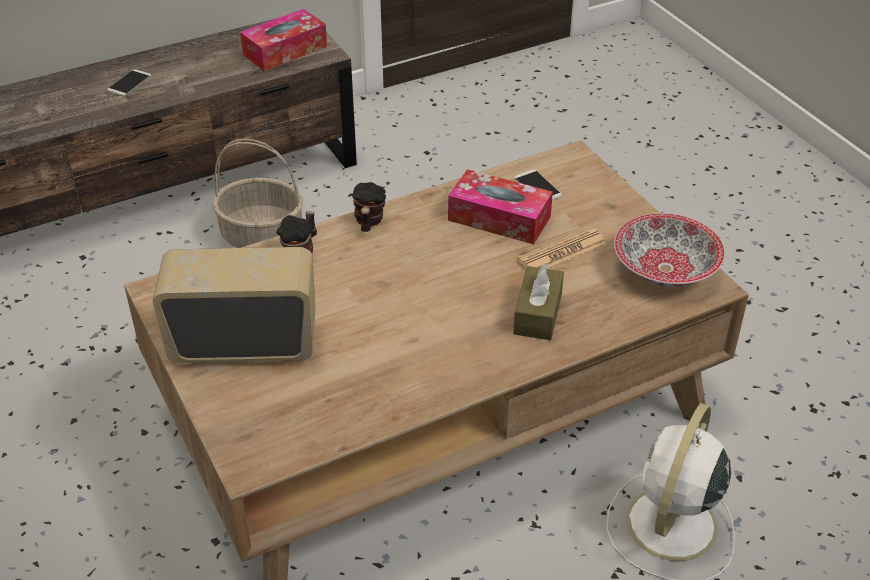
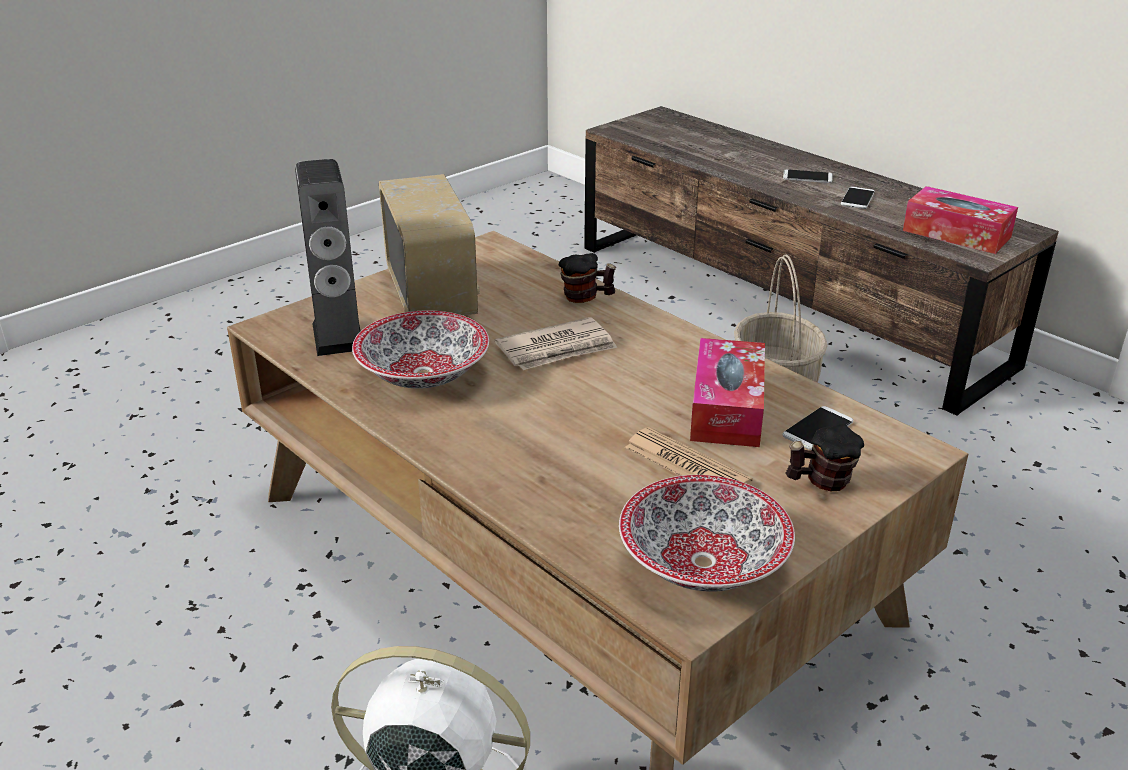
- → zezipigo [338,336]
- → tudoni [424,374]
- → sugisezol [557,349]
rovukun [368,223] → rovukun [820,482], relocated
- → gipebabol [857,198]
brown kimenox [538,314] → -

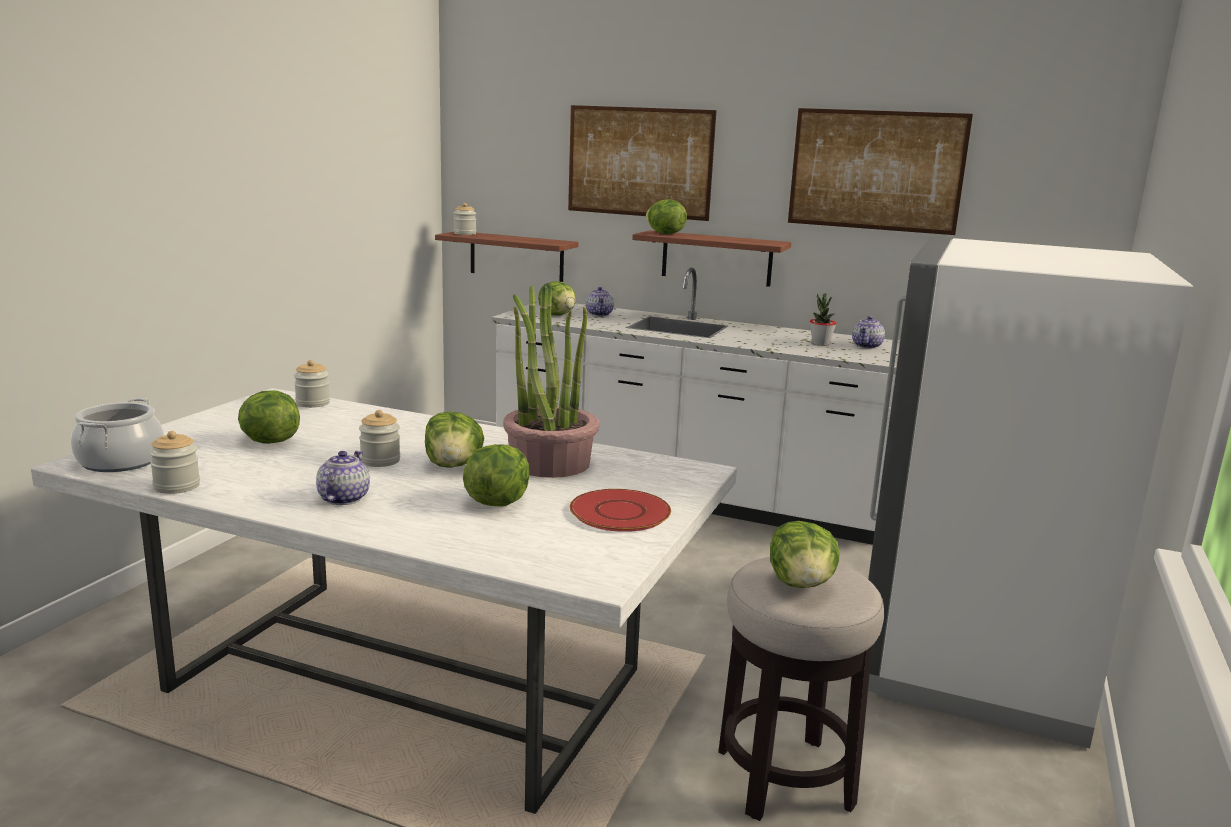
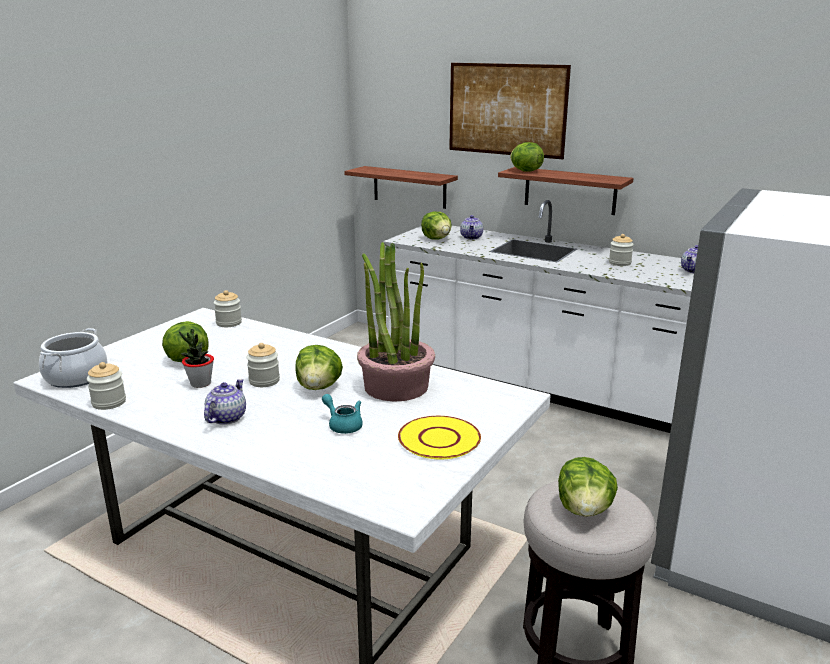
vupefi [820,344] → vupefi [200,384], relocated
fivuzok [496,502] → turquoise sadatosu [343,425]
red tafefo [620,512] → yellow tafefo [439,439]
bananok [465,233] → bananok [619,263], relocated
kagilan [876,170] → -

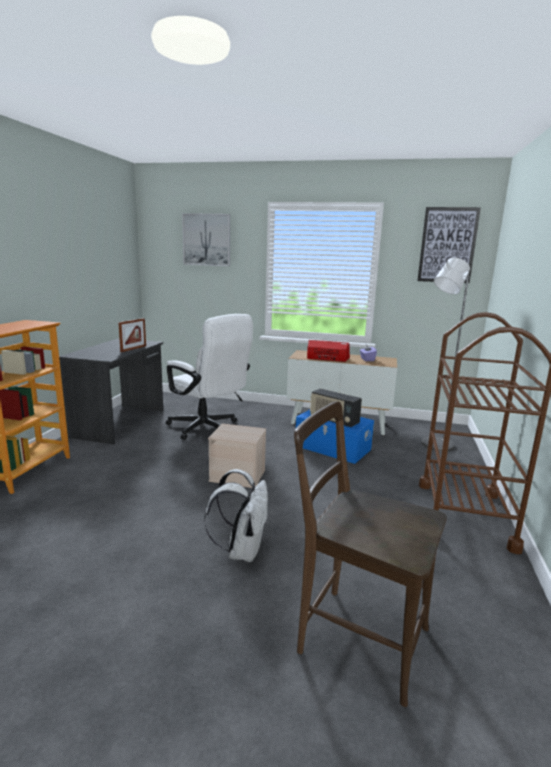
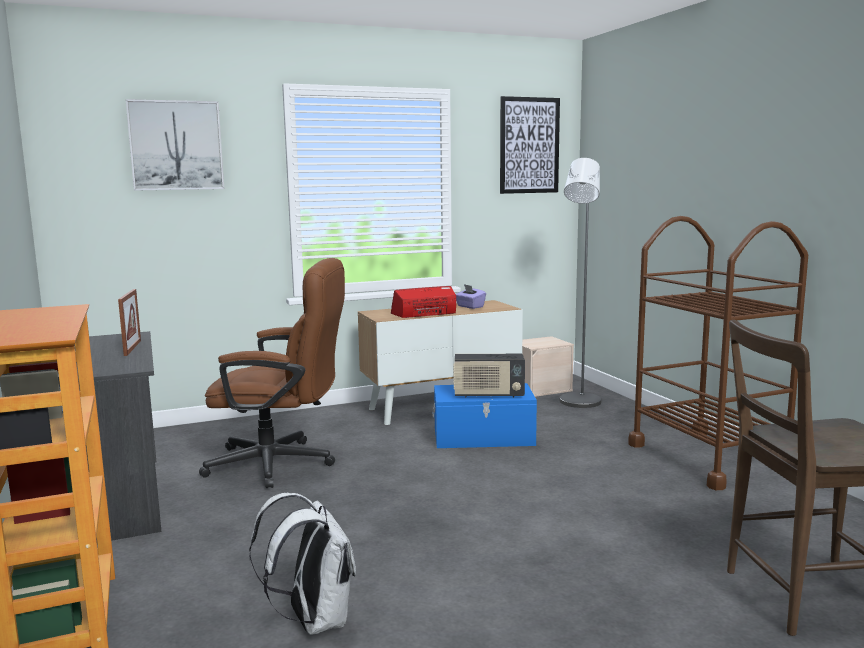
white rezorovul [208,429] → brown rezorovul [282,464]
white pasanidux [242,550] → white pasanidux [313,620], relocated
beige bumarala [238,475] → beige bumarala [541,388], relocated

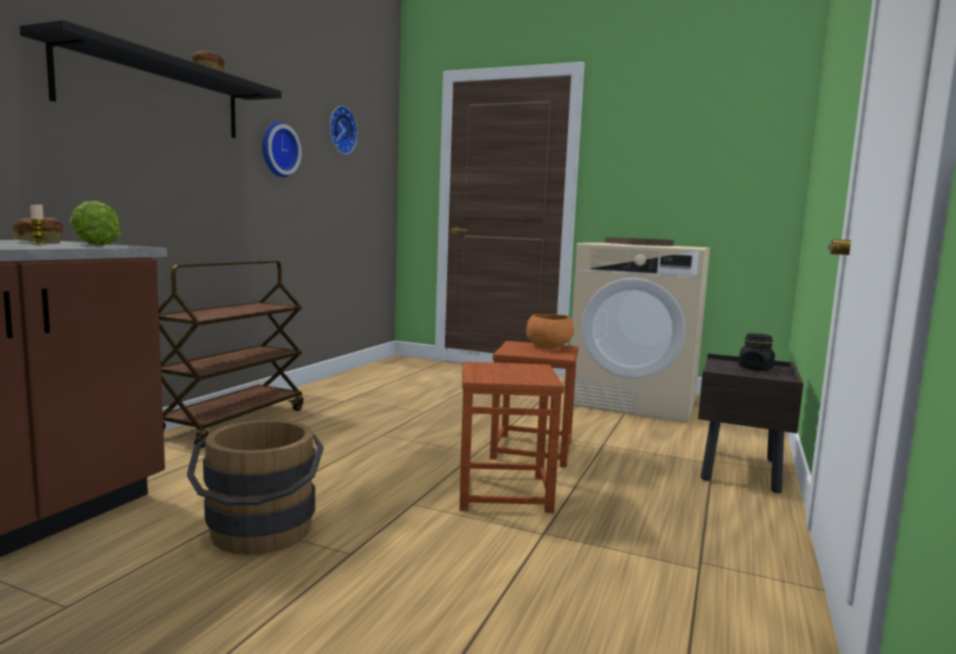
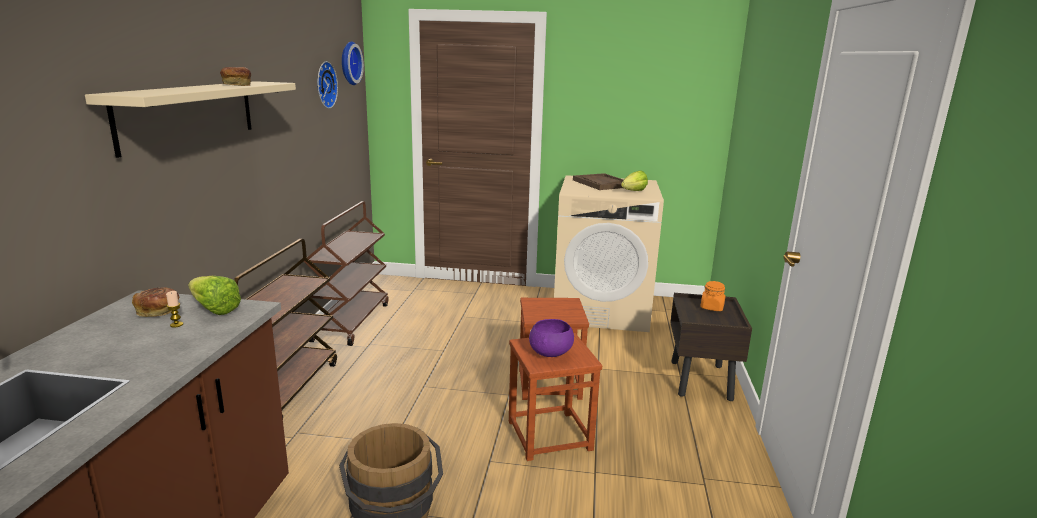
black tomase [155,94] → beige tomase [189,114]
- → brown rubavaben [351,321]
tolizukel [277,149] → tolizukel [348,63], relocated
- → purple tudoni [550,354]
- → fivuzok [631,192]
black bananok [755,368] → orange bananok [712,307]
orange tudoni [549,347] → -

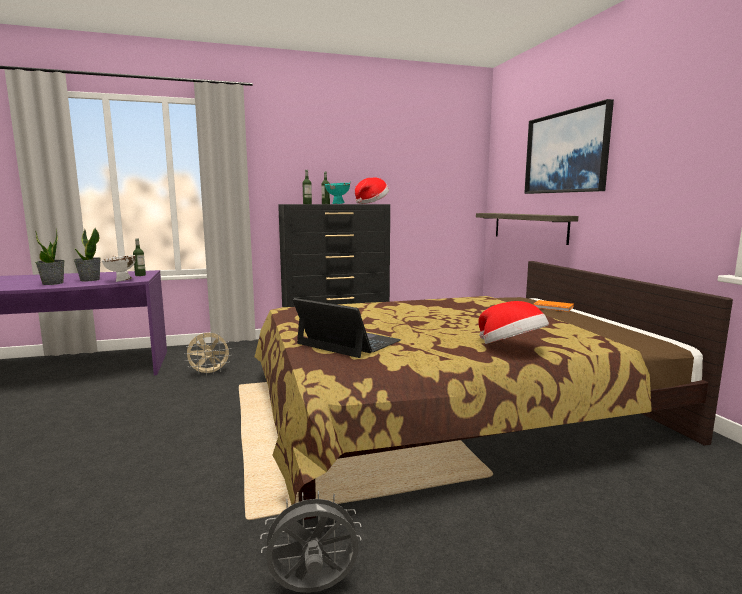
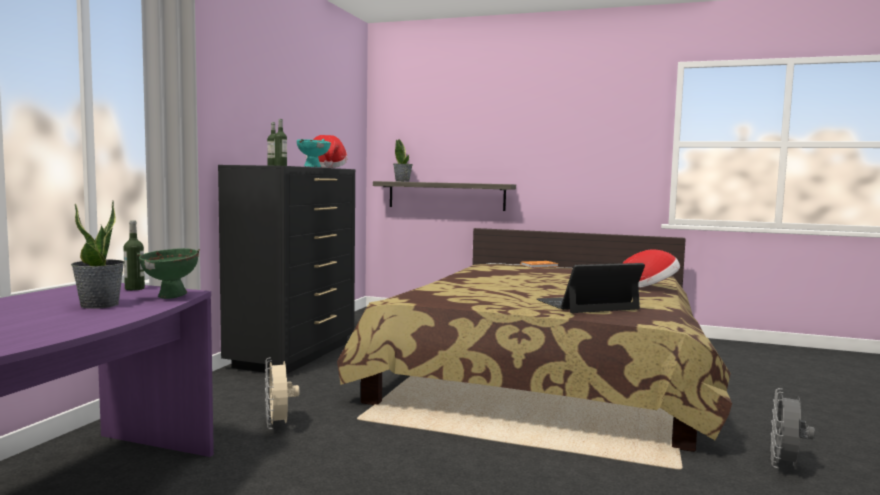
white tudoni [121,281] → green tudoni [171,297]
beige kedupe [209,373] → beige kedupe [278,425], 150 degrees clockwise
vupefi [53,283] → vupefi [402,181], relocated
kagilan [566,152] → -

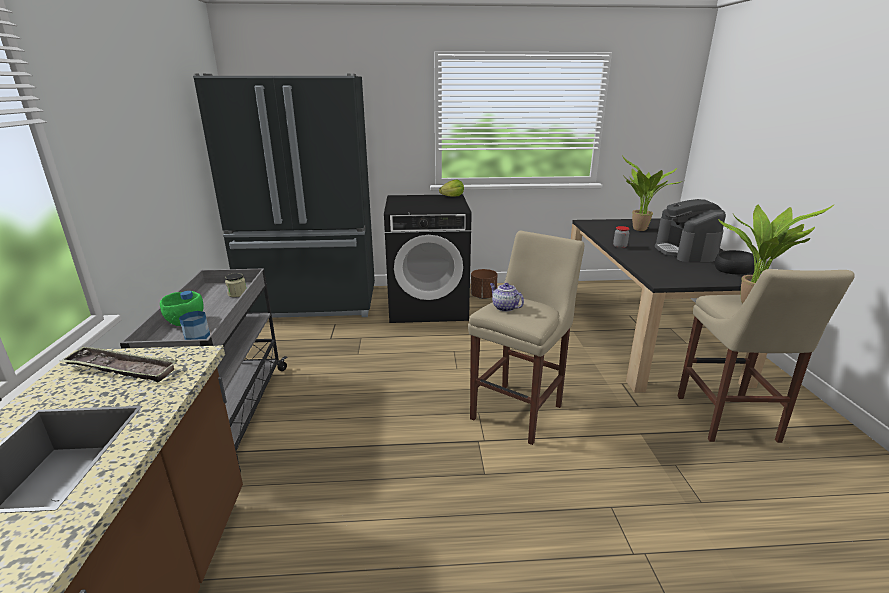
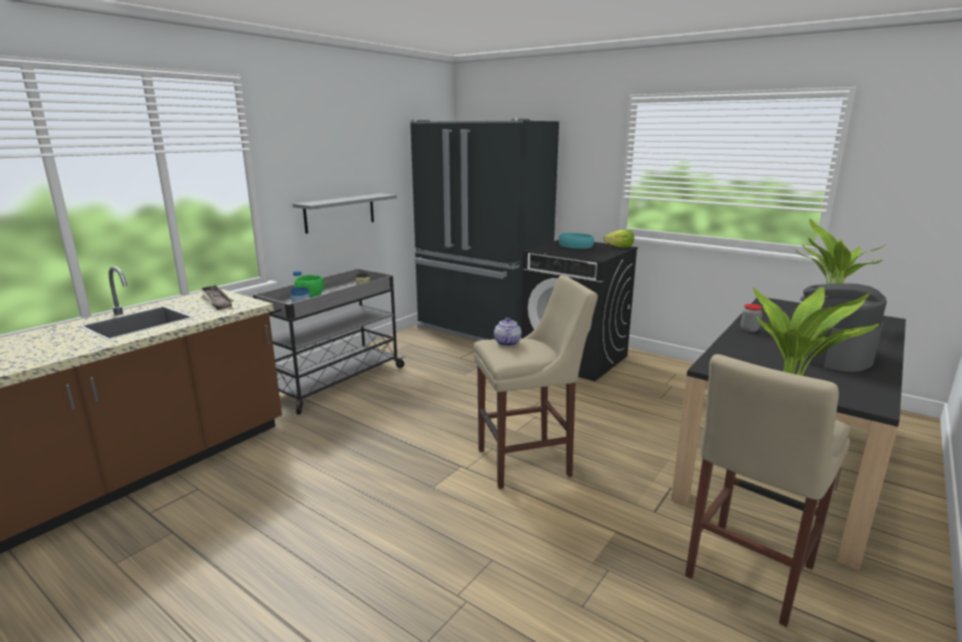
- → grey tomase [340,212]
- → turquoise tudoni [575,246]
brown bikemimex [483,296] → -
black tudoni [734,268] → -

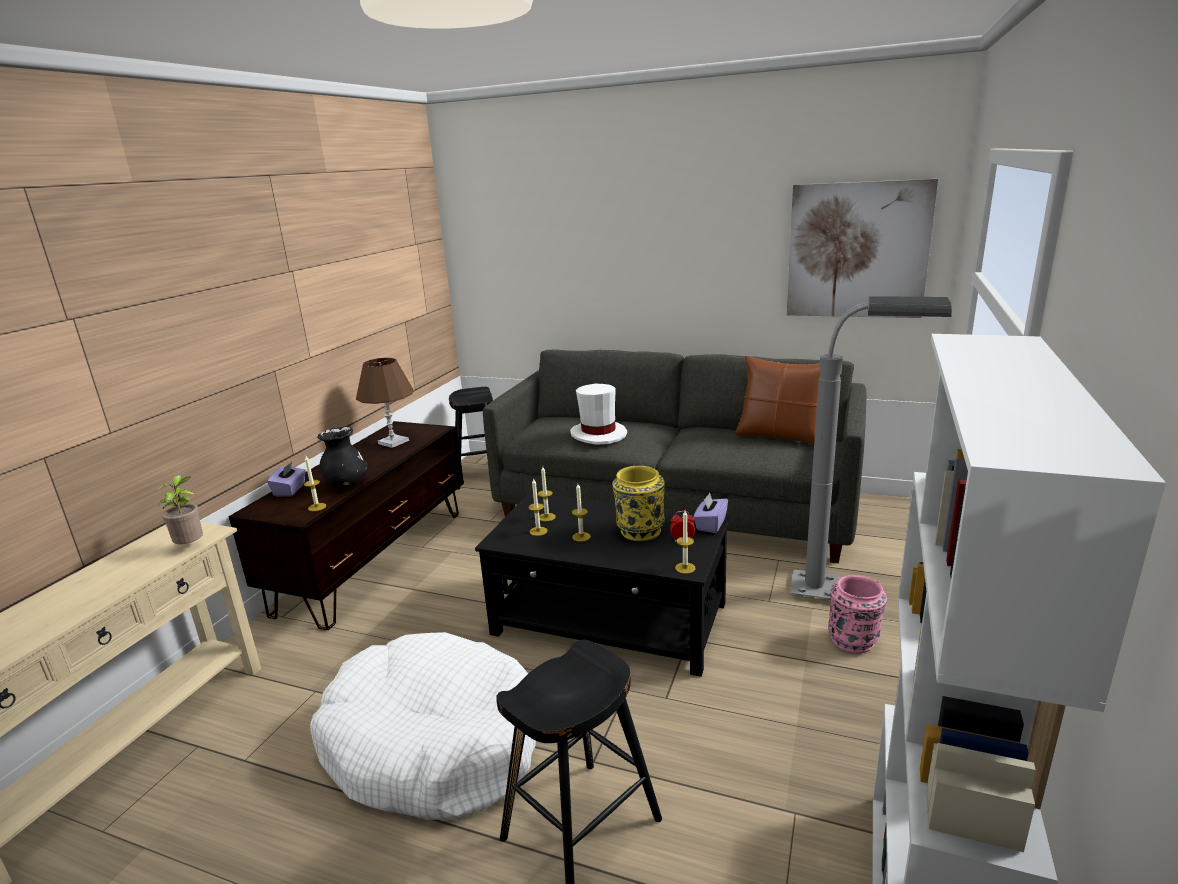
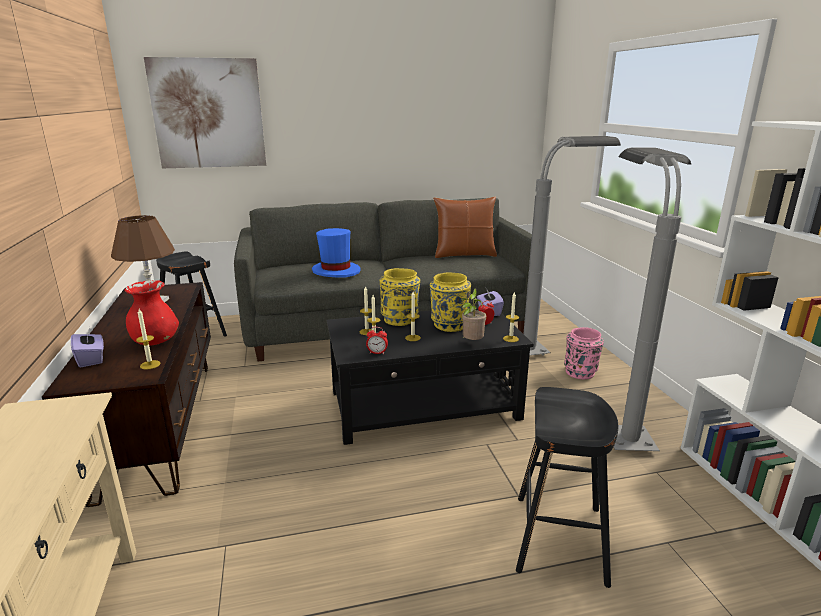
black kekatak [346,485] → red kekatak [155,342]
kagilan [857,251] → kagilan [208,114], relocated
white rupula [598,434] → blue rupula [336,271]
- → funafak [377,353]
- → yellow kekatak [400,320]
vupefi [192,546] → vupefi [471,343], relocated
- → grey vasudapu [618,424]
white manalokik [433,743] → -

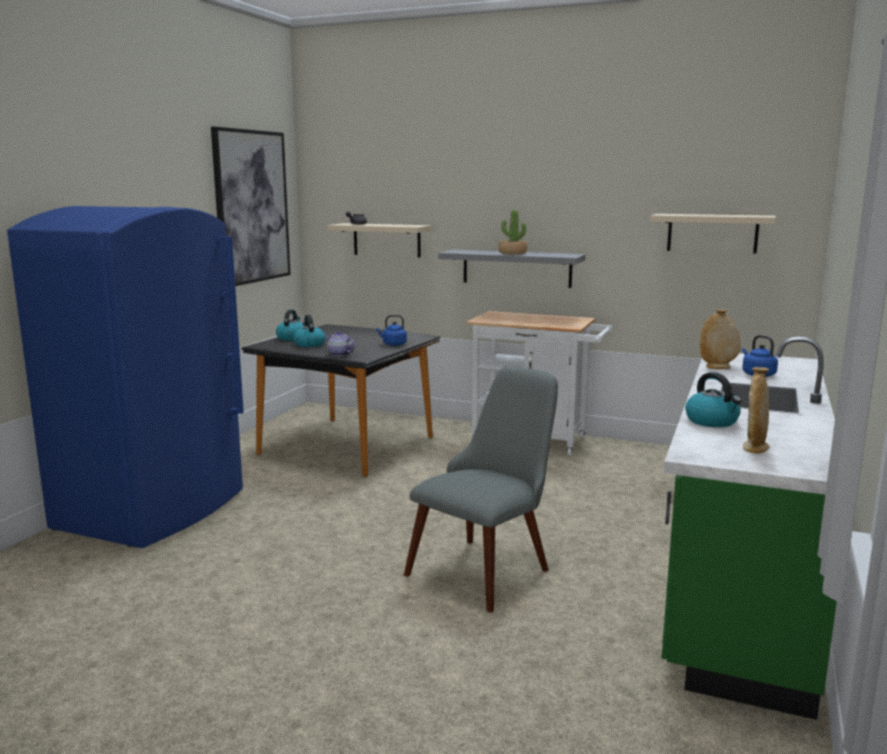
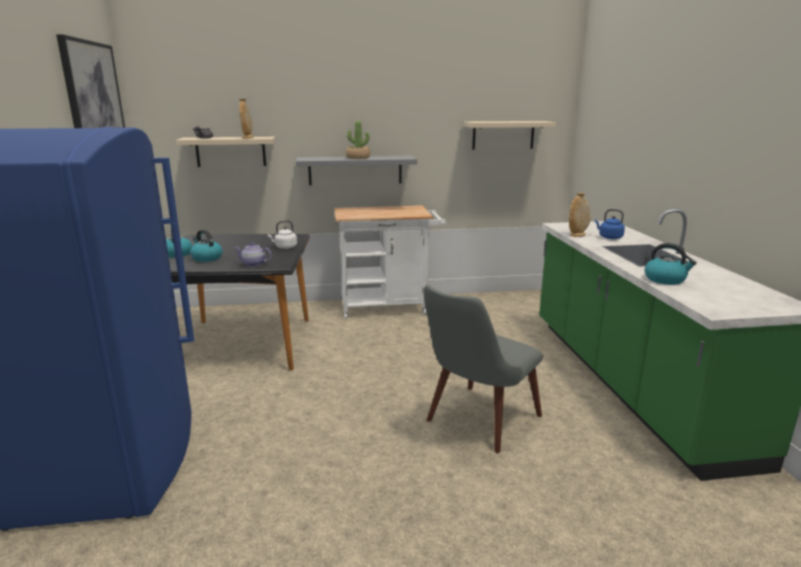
beige kekatak [755,448] → beige kekatak [247,138], relocated
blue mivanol [393,344] → white mivanol [284,247]
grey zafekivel [488,565] → grey zafekivel [475,424], 150 degrees counterclockwise

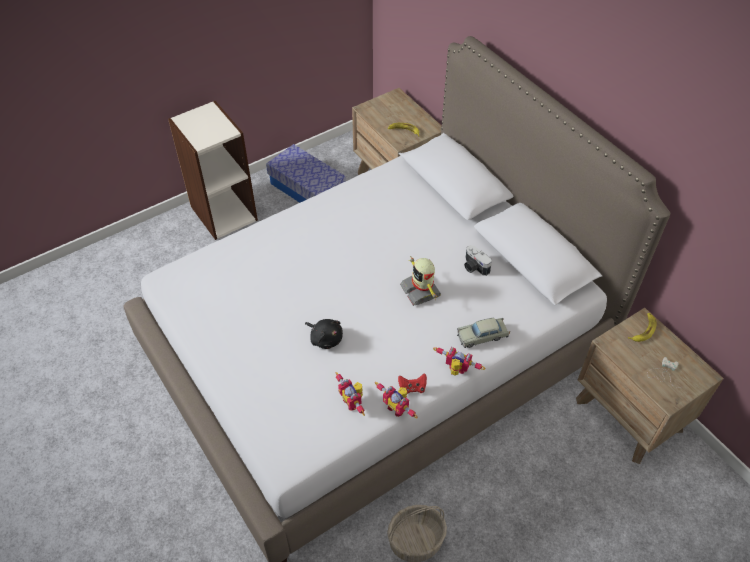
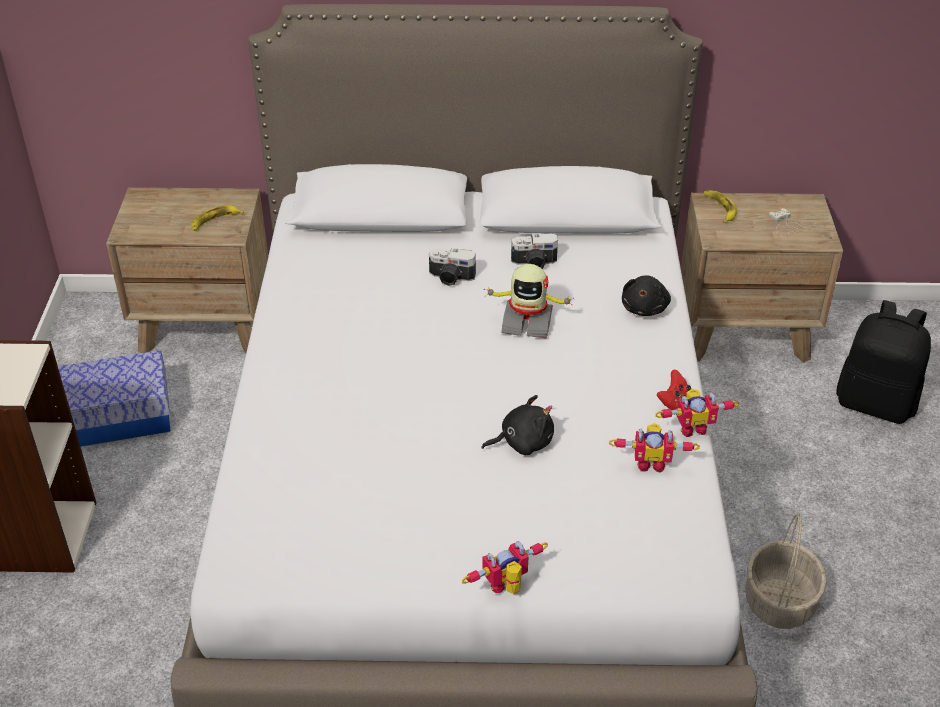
- → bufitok [451,278]
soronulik [456,371] → soronulik [507,588], relocated
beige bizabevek [482,336] → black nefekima [645,308]
- → black pasanidux [876,403]

